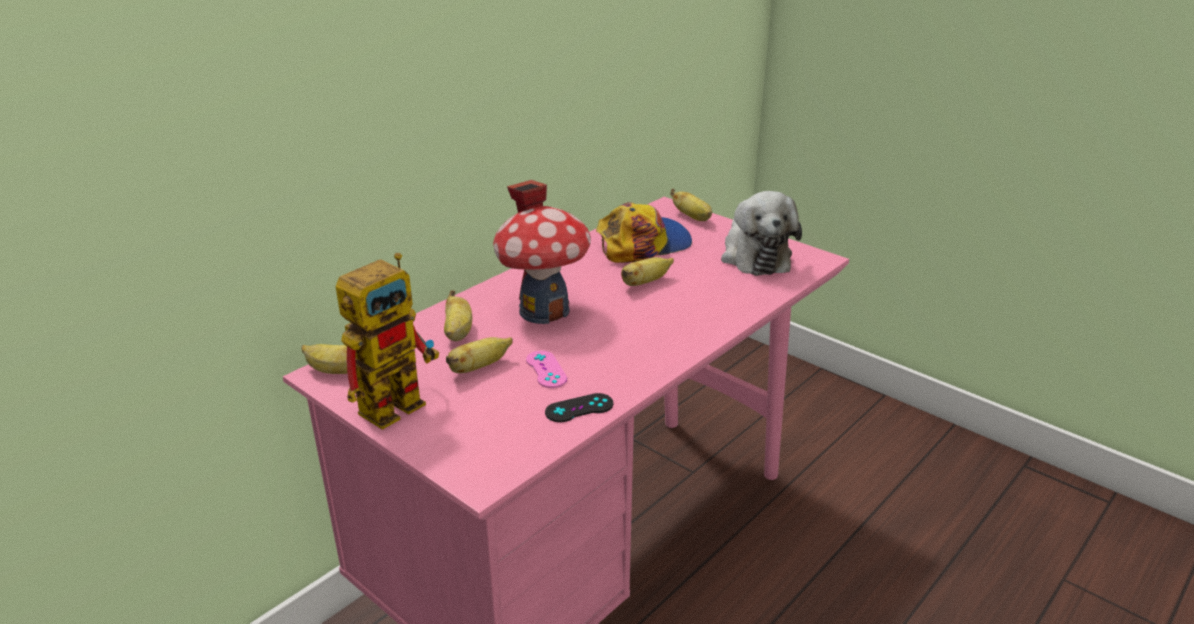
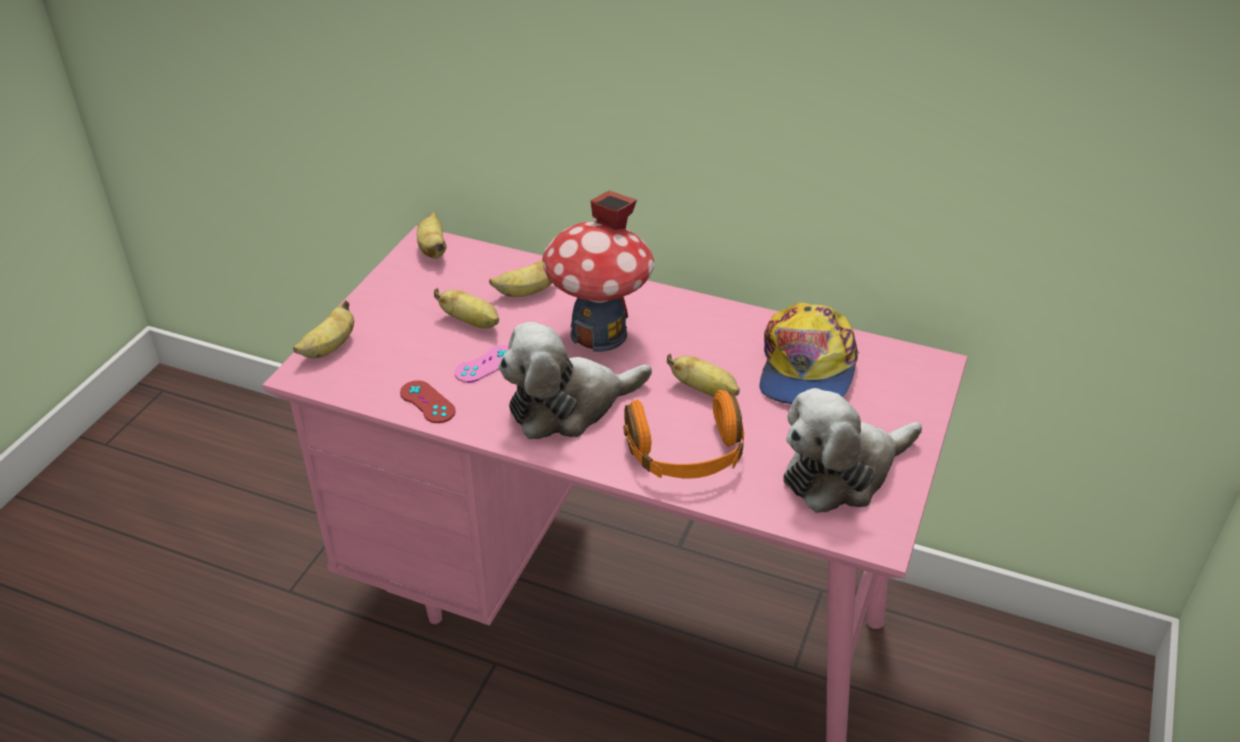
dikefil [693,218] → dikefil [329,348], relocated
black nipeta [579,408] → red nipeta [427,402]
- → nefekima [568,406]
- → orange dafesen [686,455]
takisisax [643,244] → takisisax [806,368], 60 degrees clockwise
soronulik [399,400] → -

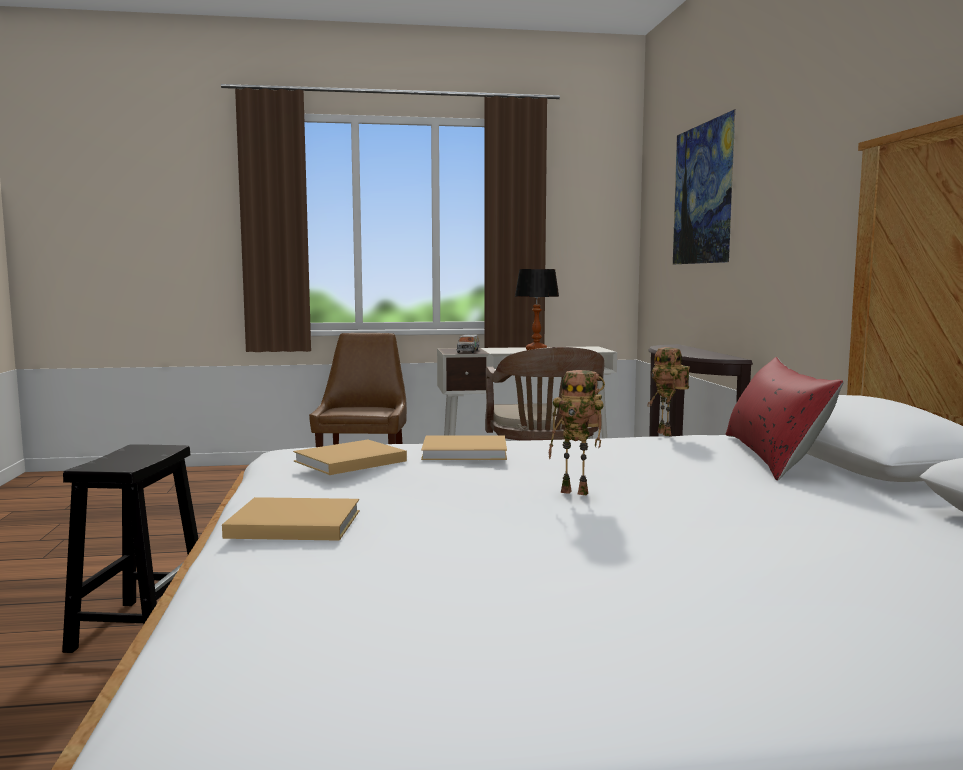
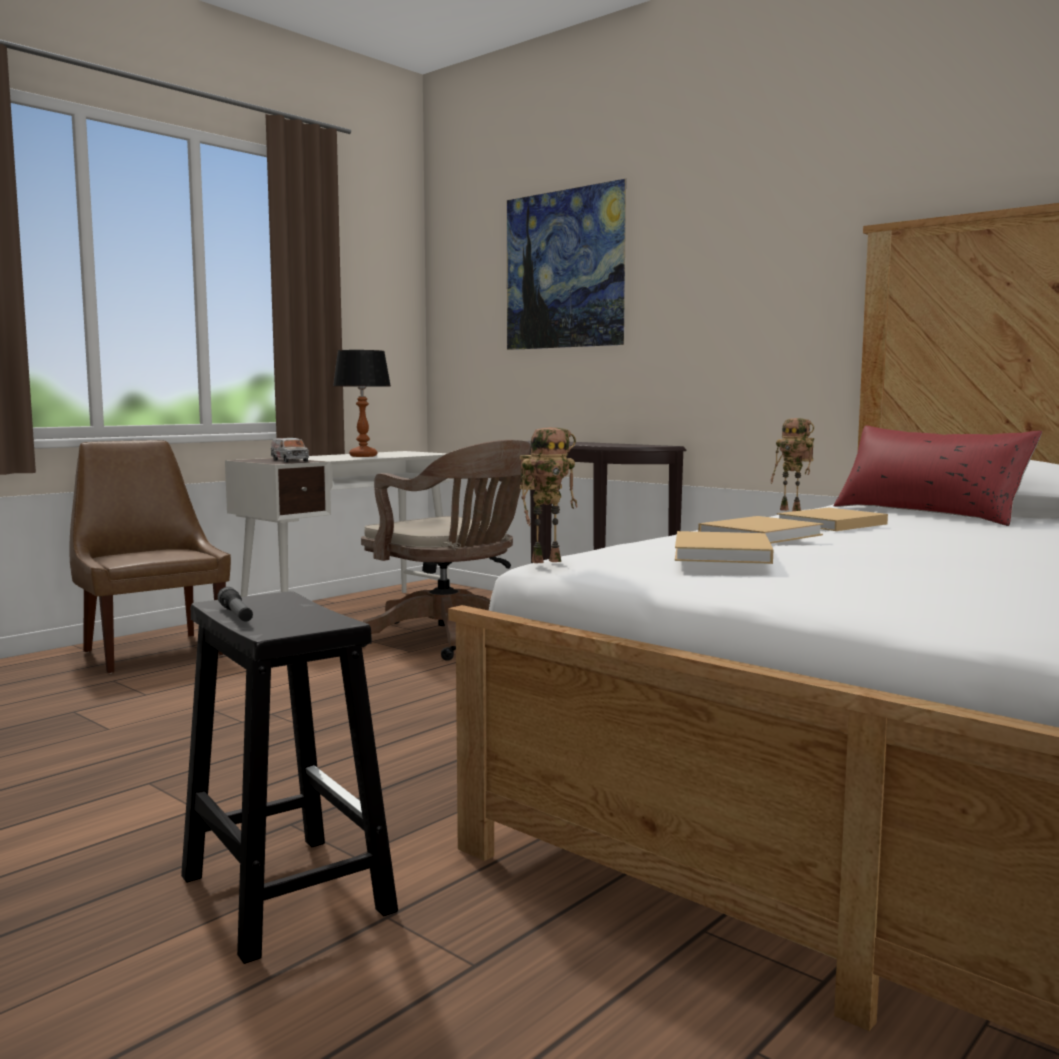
- → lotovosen [236,615]
soronulik [577,492] → soronulik [547,561], relocated
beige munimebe [290,524] → beige munimebe [829,524], relocated

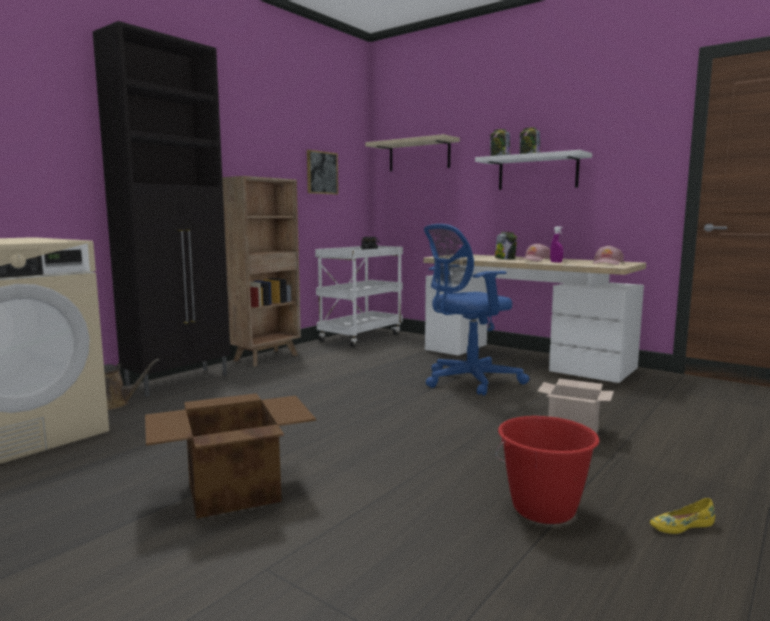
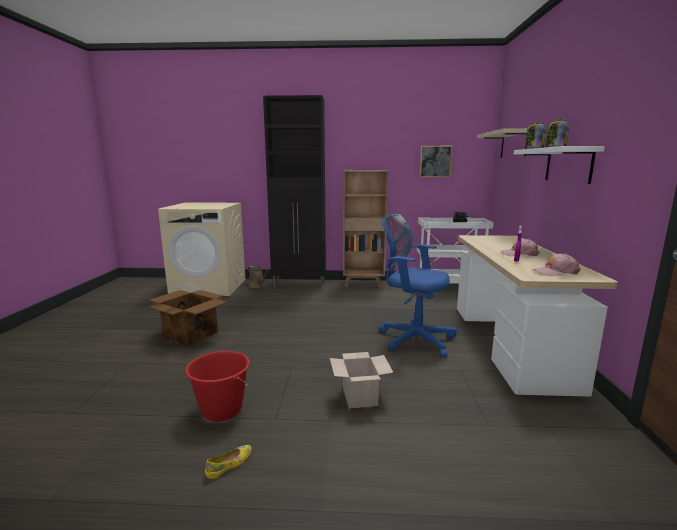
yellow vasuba [680,525] → yellow vasuba [230,465], 90 degrees clockwise
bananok [505,258] → -

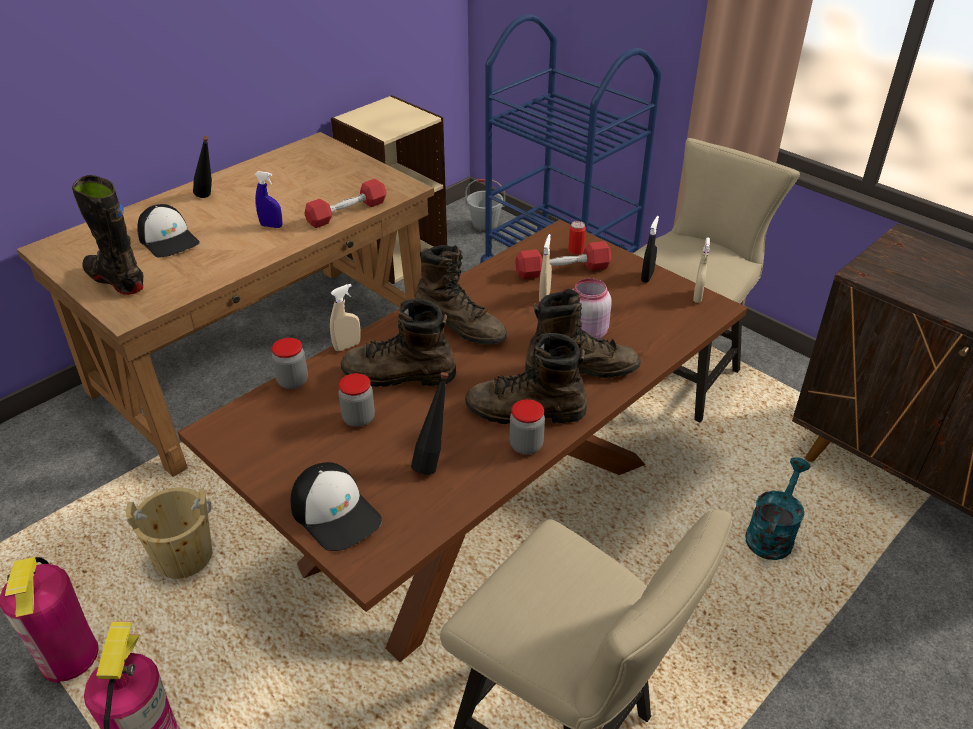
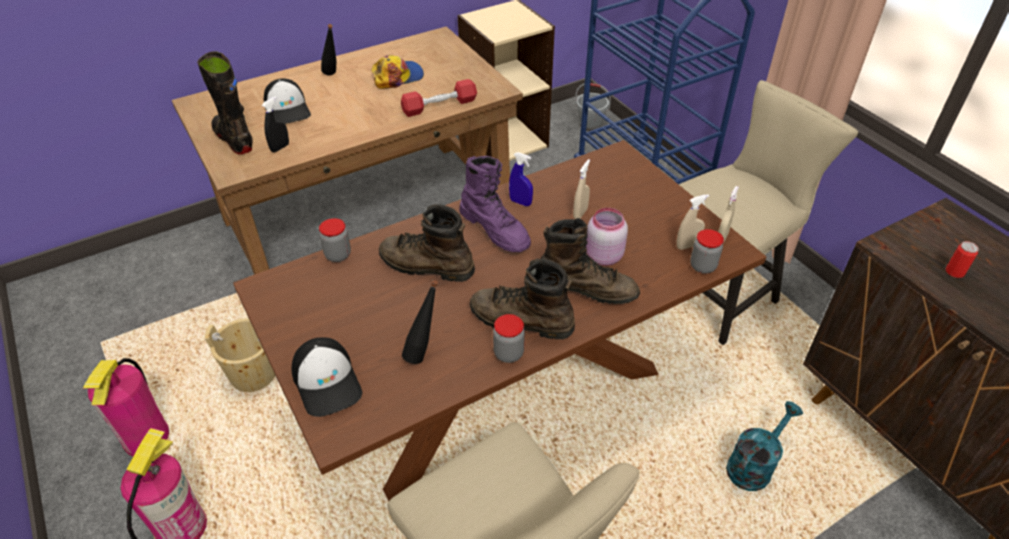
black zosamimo [647,277] → black zosamimo [280,148], relocated
- → takisisax [397,77]
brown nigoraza [460,326] → purple nigoraza [495,229]
blue zosamimo [271,226] → blue zosamimo [520,202], relocated
beige zosamimo [347,346] → beige zosamimo [687,246], relocated
bananok [358,418] → bananok [702,266], relocated
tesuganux [576,251] → tesuganux [954,272], relocated
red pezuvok [563,270] → -

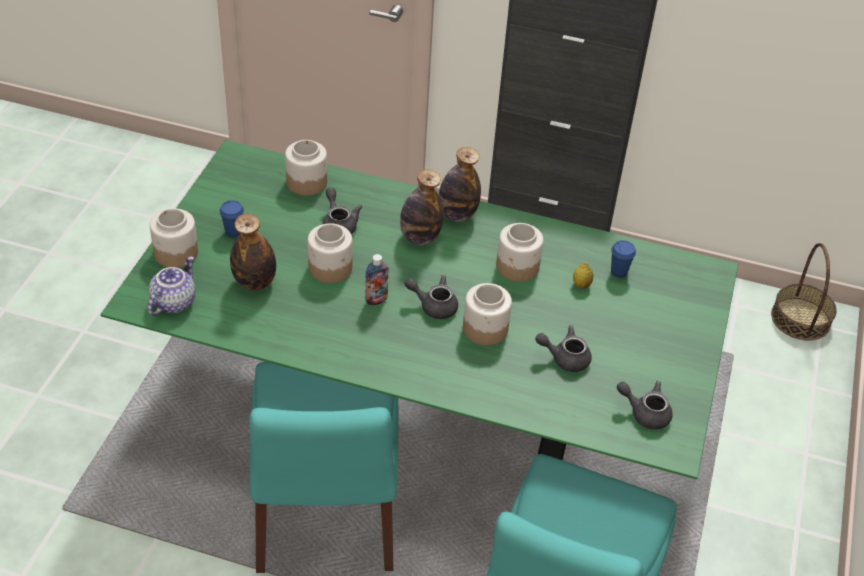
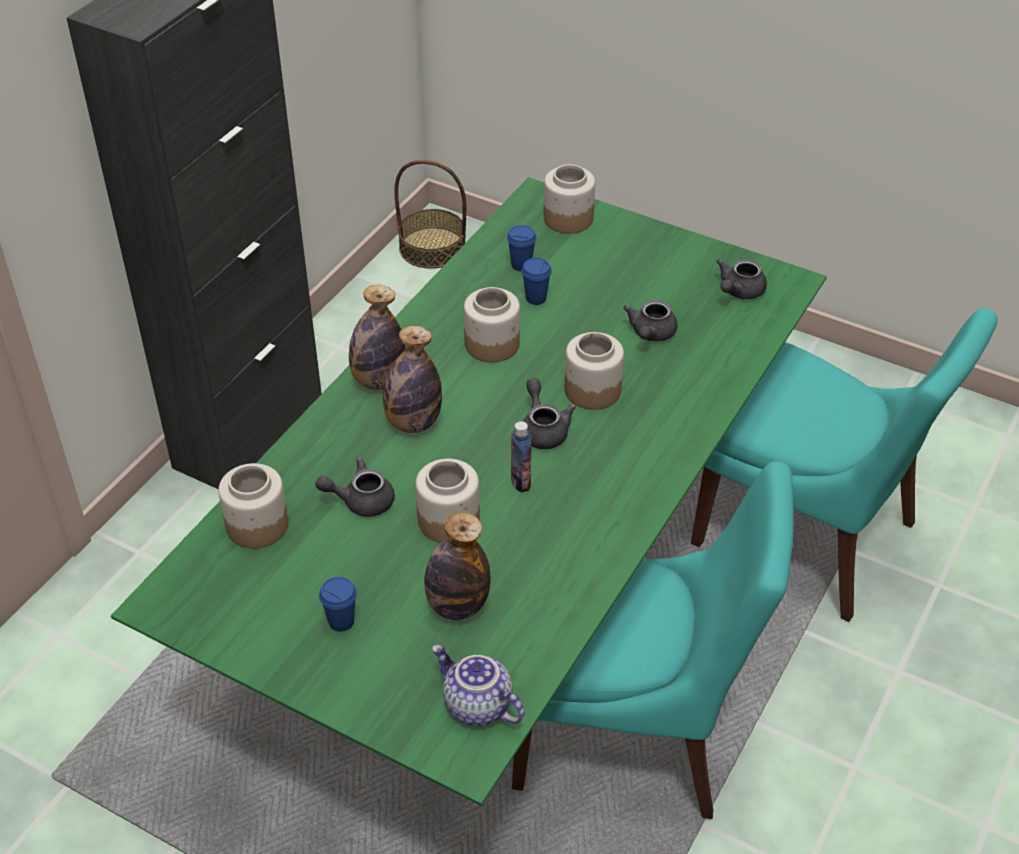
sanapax [581,285] → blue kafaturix [536,298]
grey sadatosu [433,305] → grey sadatosu [543,429], 135 degrees clockwise
bananok [175,253] → bananok [567,219], relocated

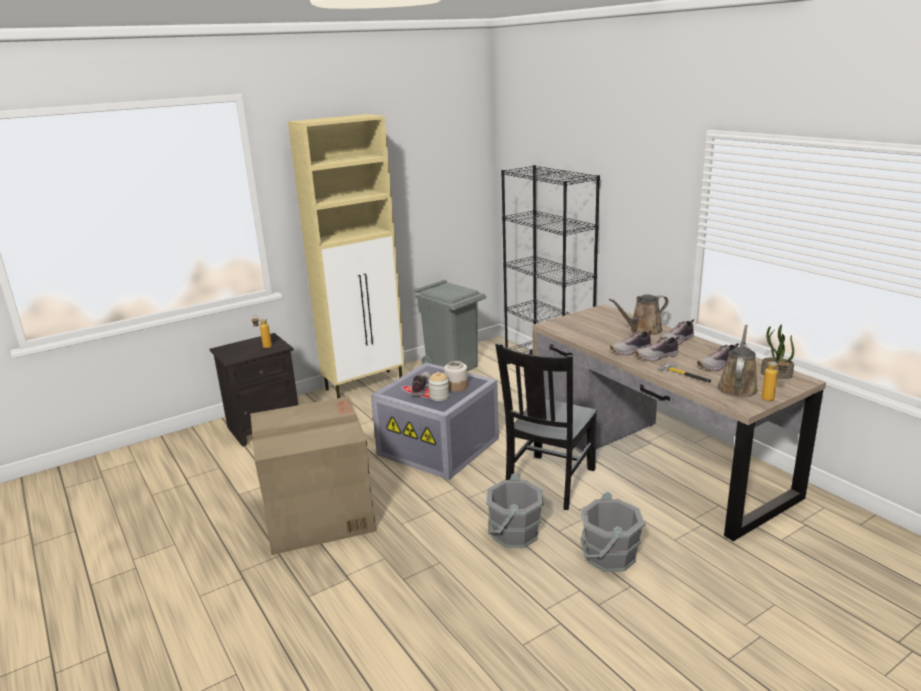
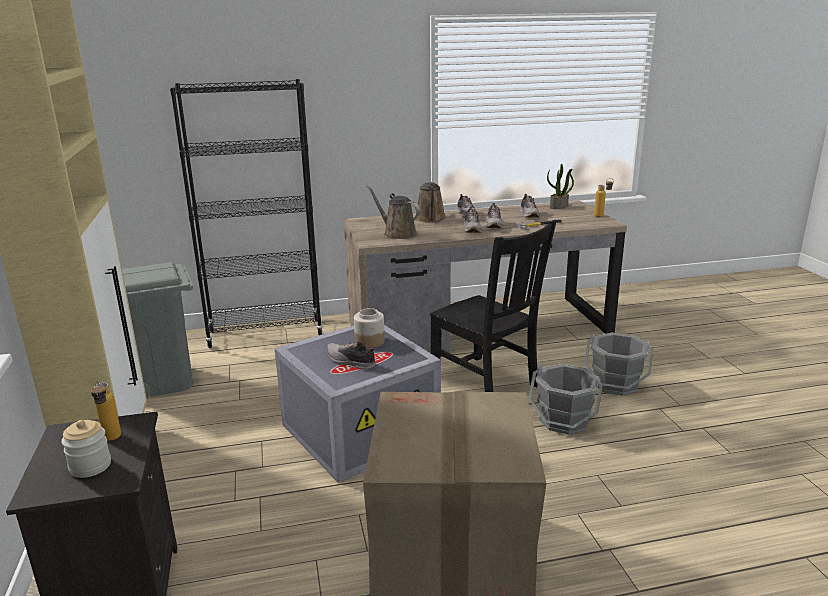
bananok [439,396] → bananok [90,466], relocated
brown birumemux [737,387] → brown birumemux [397,233], relocated

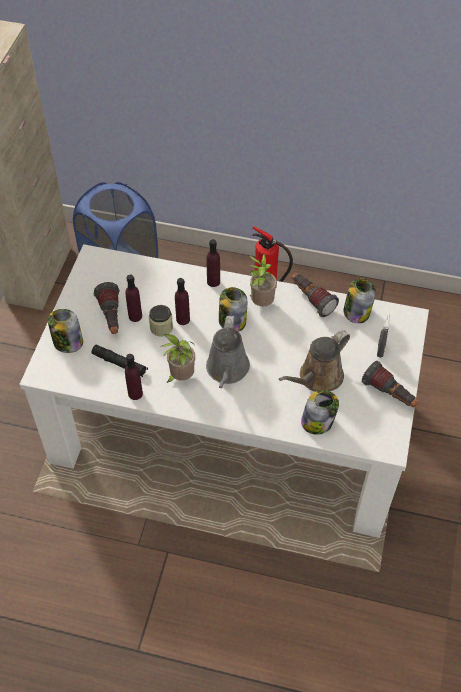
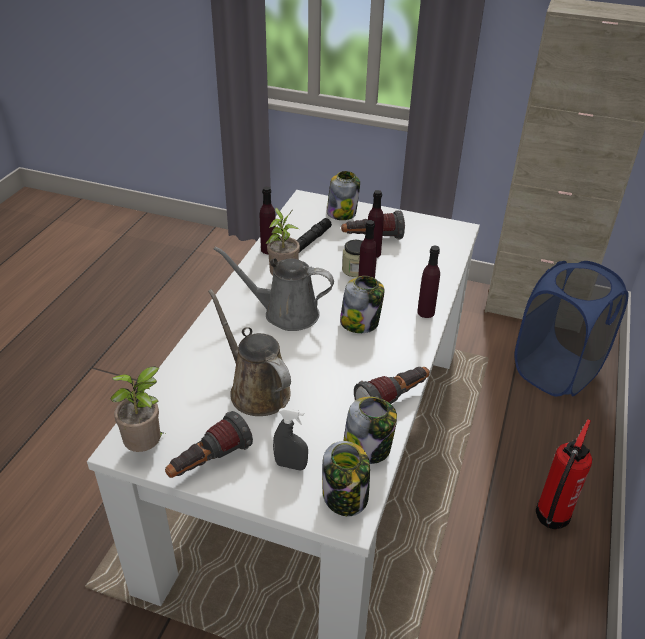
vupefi [261,302] → vupefi [147,447], relocated
bananok [317,421] → bananok [345,497], relocated

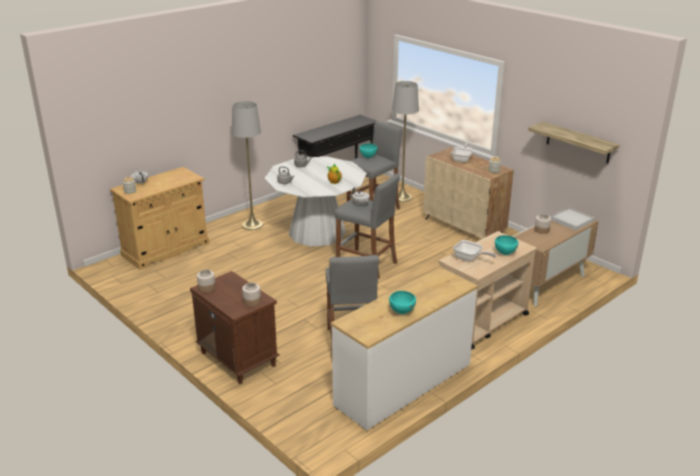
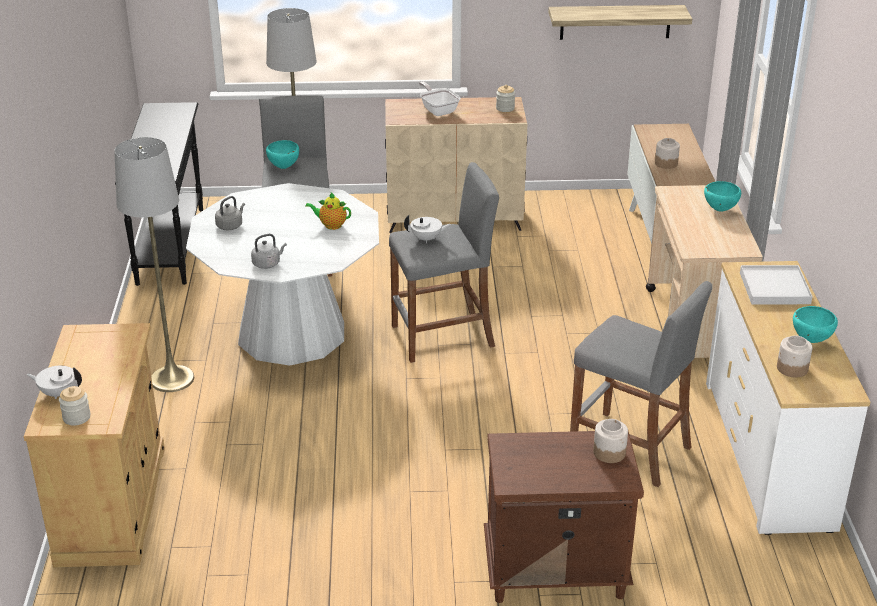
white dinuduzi [571,221] → white dinuduzi [775,288], relocated
bananok [206,288] → bananok [792,368], relocated
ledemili [469,259] → -

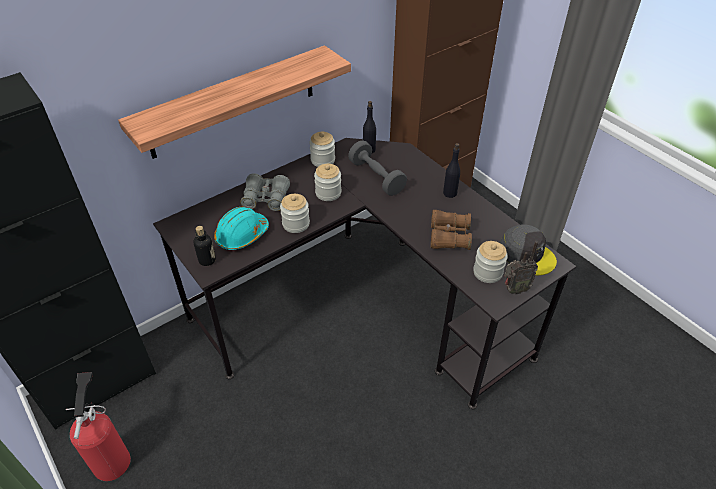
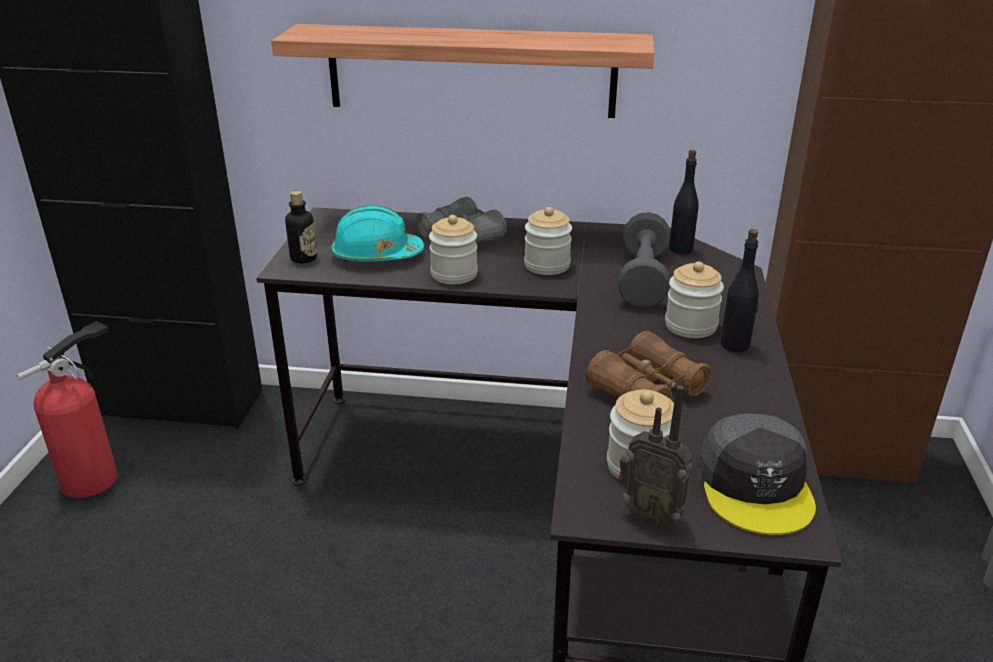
bananok [322,160] → bananok [690,326], relocated

